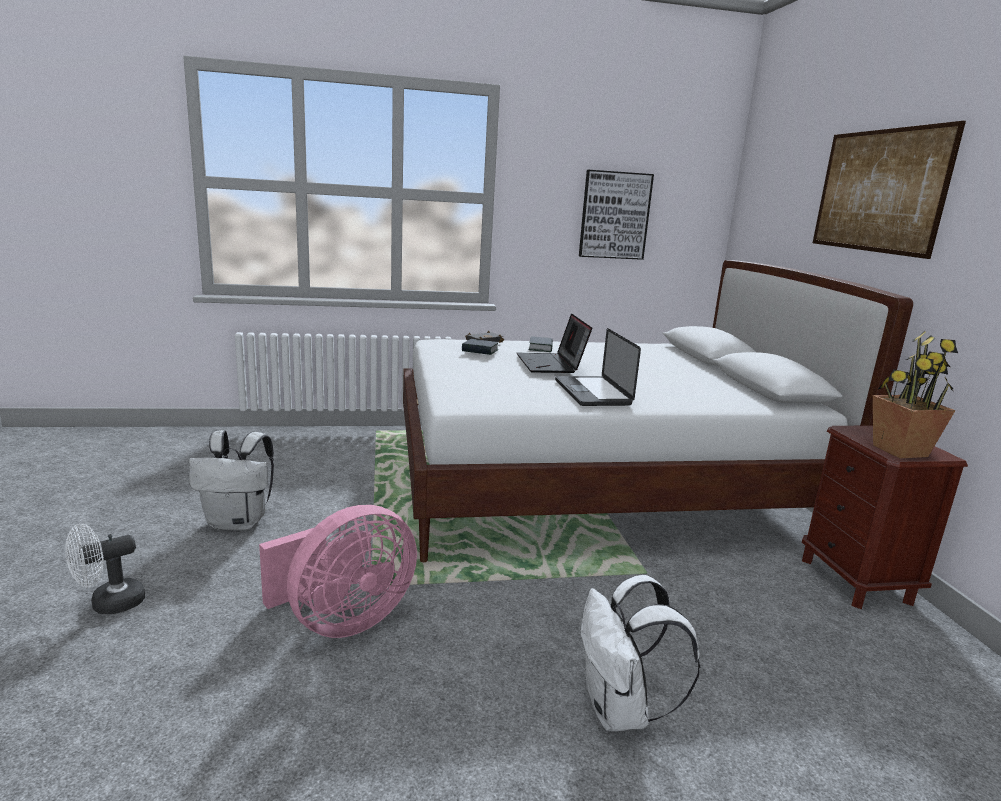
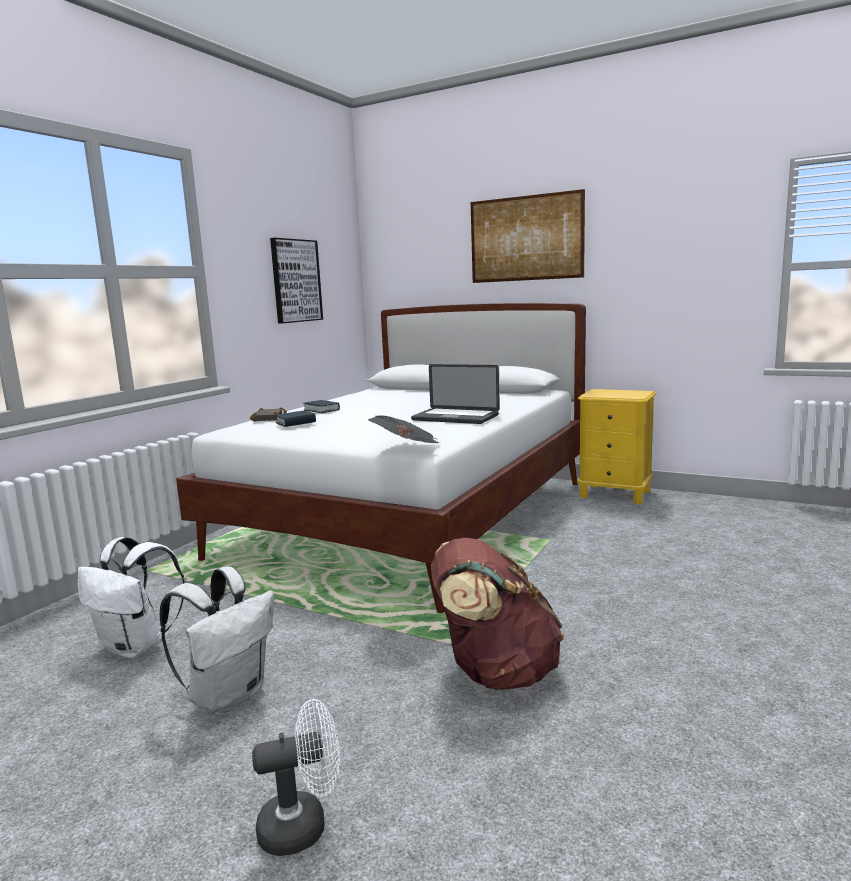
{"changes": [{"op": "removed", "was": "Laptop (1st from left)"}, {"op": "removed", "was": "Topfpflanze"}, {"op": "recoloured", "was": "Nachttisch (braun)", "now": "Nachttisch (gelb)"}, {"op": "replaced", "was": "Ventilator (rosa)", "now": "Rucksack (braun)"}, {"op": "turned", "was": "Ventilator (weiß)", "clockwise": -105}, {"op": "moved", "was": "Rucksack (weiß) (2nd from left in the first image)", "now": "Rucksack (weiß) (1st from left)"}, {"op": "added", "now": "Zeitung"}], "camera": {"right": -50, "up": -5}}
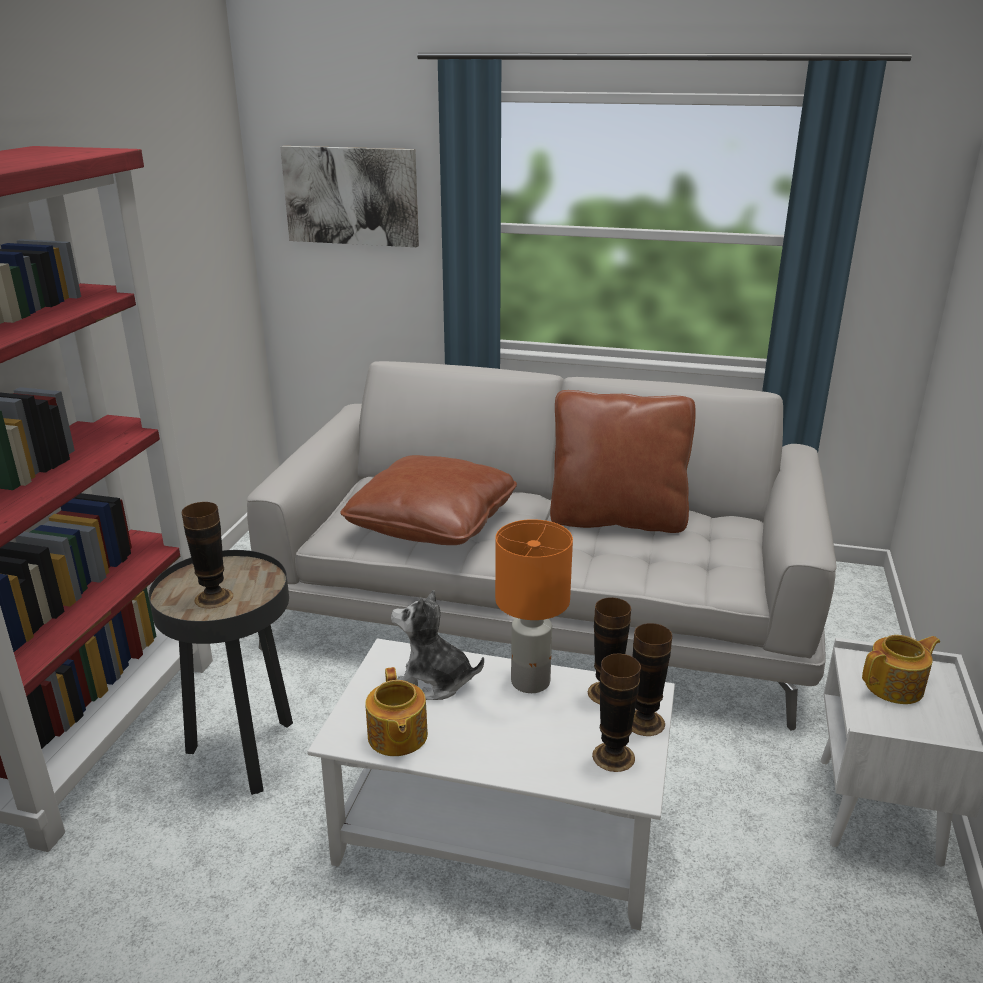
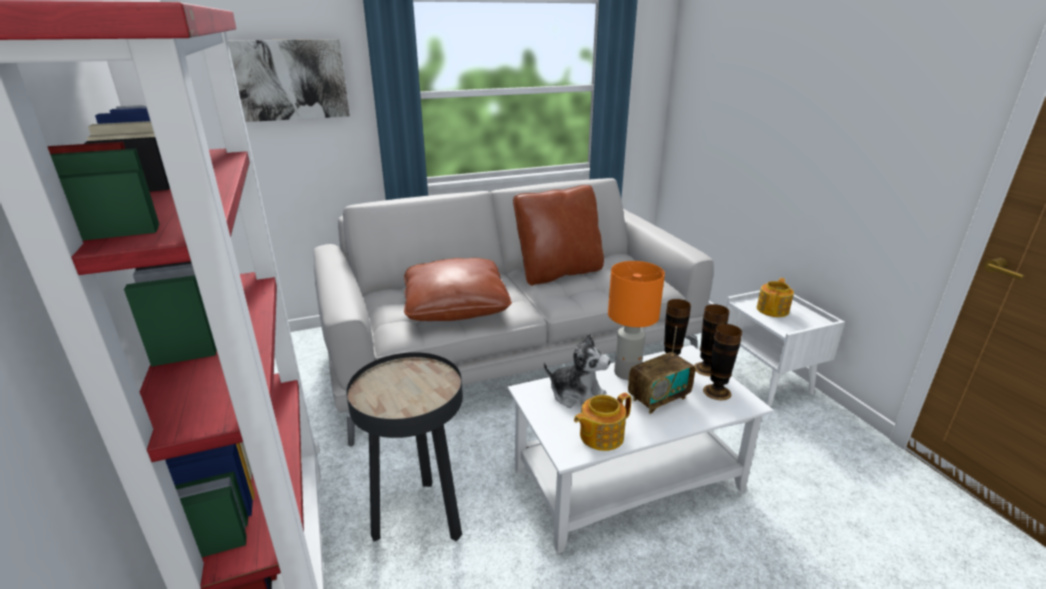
{"changes": [{"op": "removed", "was": "Vase (1st from left)"}, {"op": "turned", "was": "Plüschtier", "clockwise": -135}, {"op": "turned", "was": "Teekanne (1st from left)", "clockwise": 105}, {"op": "added", "now": "Radio"}], "camera": {"right": -35, "up": 0}}
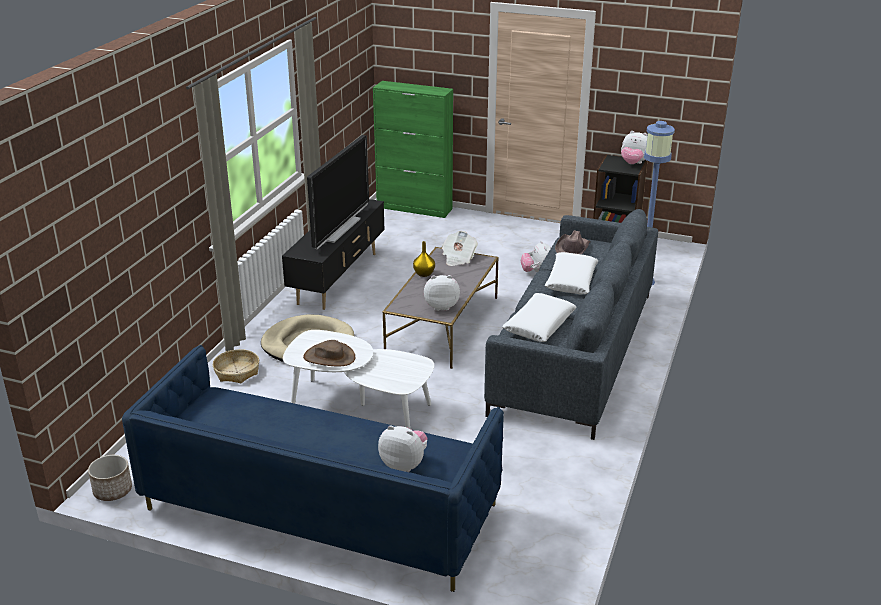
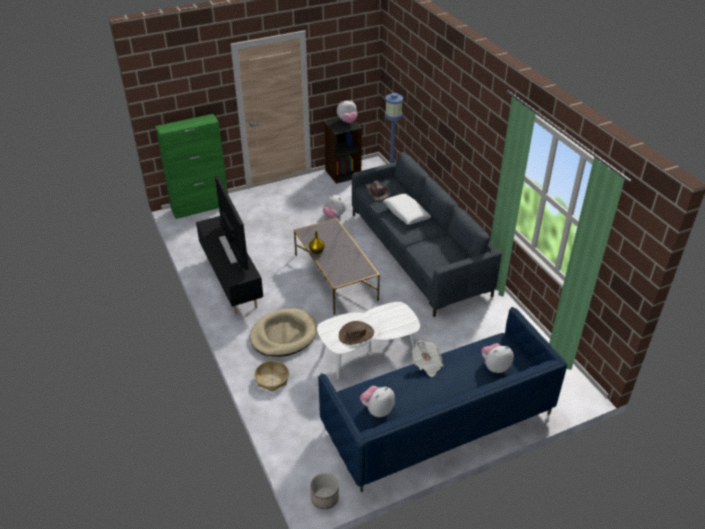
{"changes": [{"op": "moved", "was": "Zeitung"}, {"op": "moved", "was": "Plüschtier (2nd from left in the first image)", "now": "Plüschtier (3rd from left)"}, {"op": "removed", "was": "Kissen (weiß) (1st from left)"}], "camera": {"right": -45, "up": 10}}
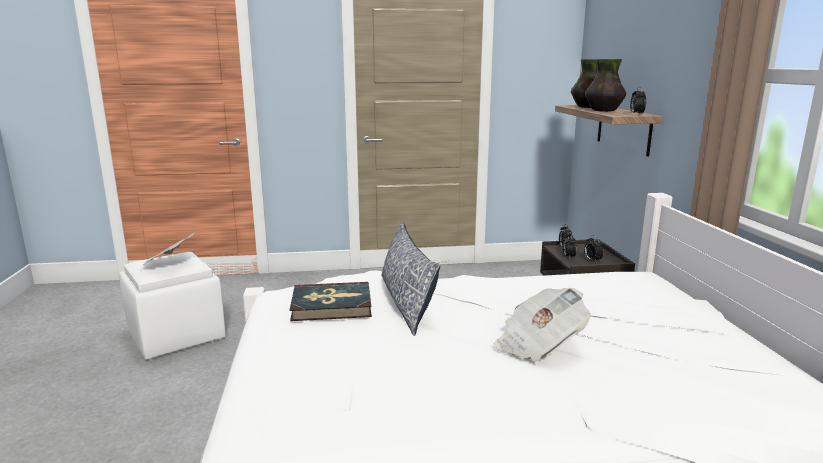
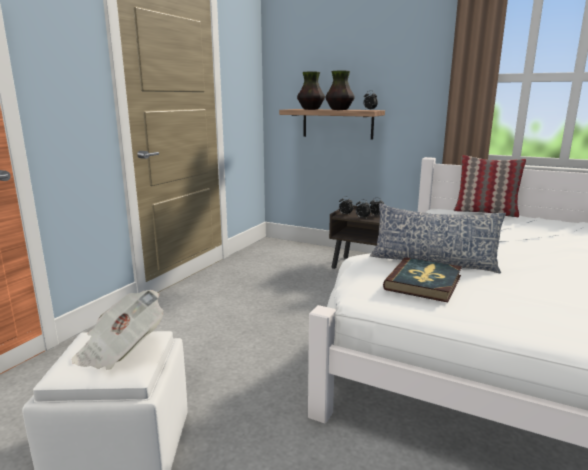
{"changes": [{"op": "removed", "was": "Zeitung (2nd from left)"}, {"op": "added", "now": "Kissen (2nd from left)"}], "camera": {"right": -55, "up": 0}}
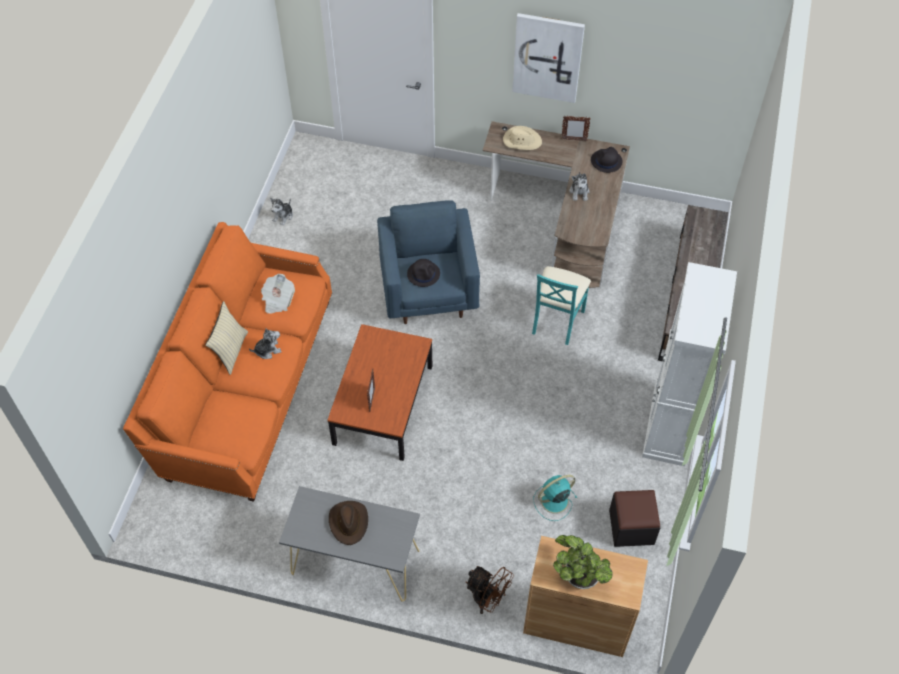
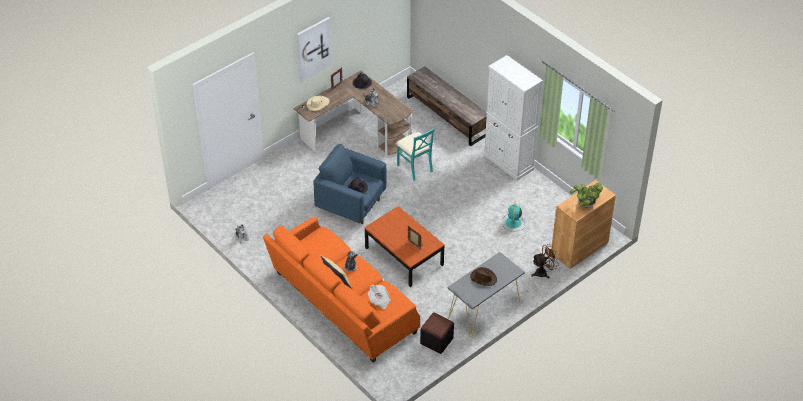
{"changes": [{"op": "moved", "was": "Zeitung"}, {"op": "moved", "was": "Polsterhocker (schwarz)"}], "camera": {"right": -55, "up": -10}}
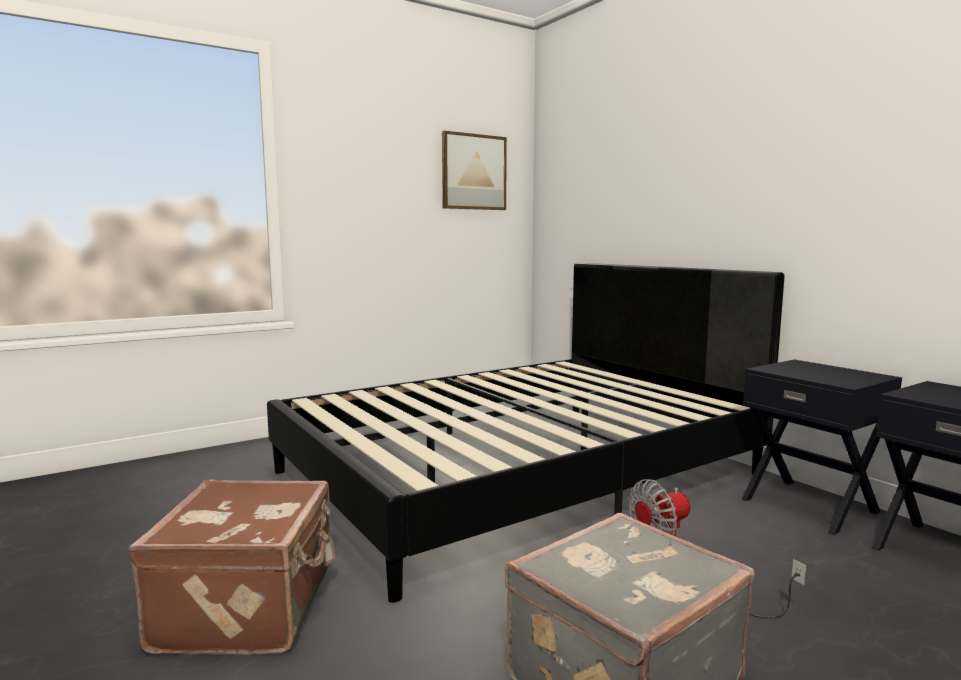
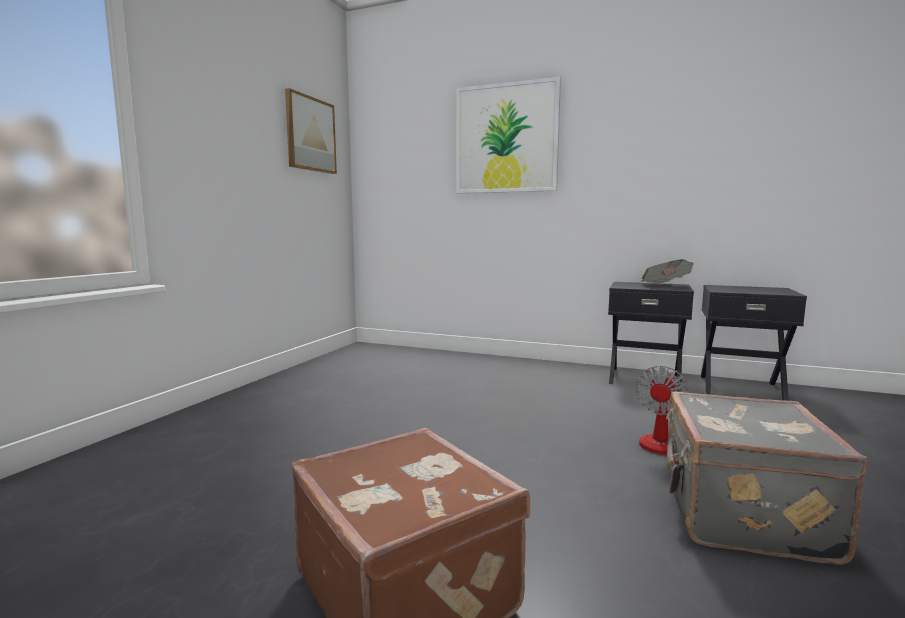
{"changes": [{"op": "removed", "was": "Bett (schwarz)"}, {"op": "added", "now": "Bild (2nd from left)"}, {"op": "added", "now": "Zeitung"}], "camera": {"right": -35, "up": 0}}
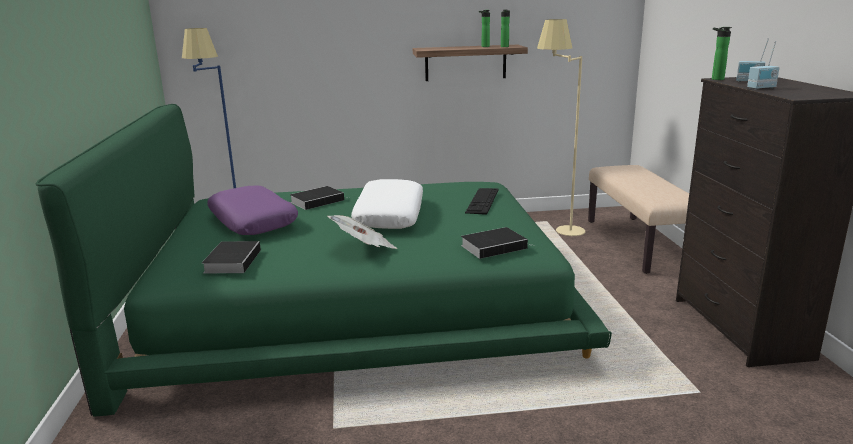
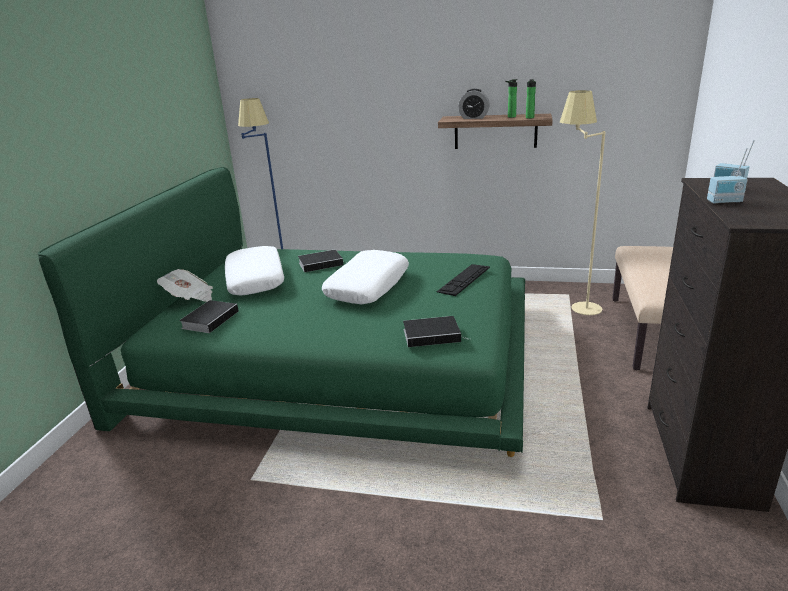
{"changes": [{"op": "removed", "was": "Flasche (3rd from left)"}, {"op": "recoloured", "was": "Kissen (lila)", "now": "Kissen (weiß) (1st from left)"}, {"op": "moved", "was": "Zeitung"}, {"op": "added", "now": "Wecker"}], "camera": {"right": 20, "up": 5}}
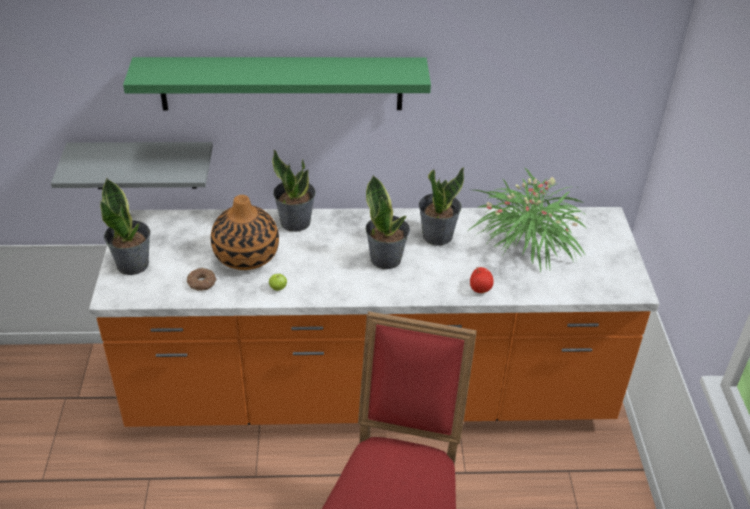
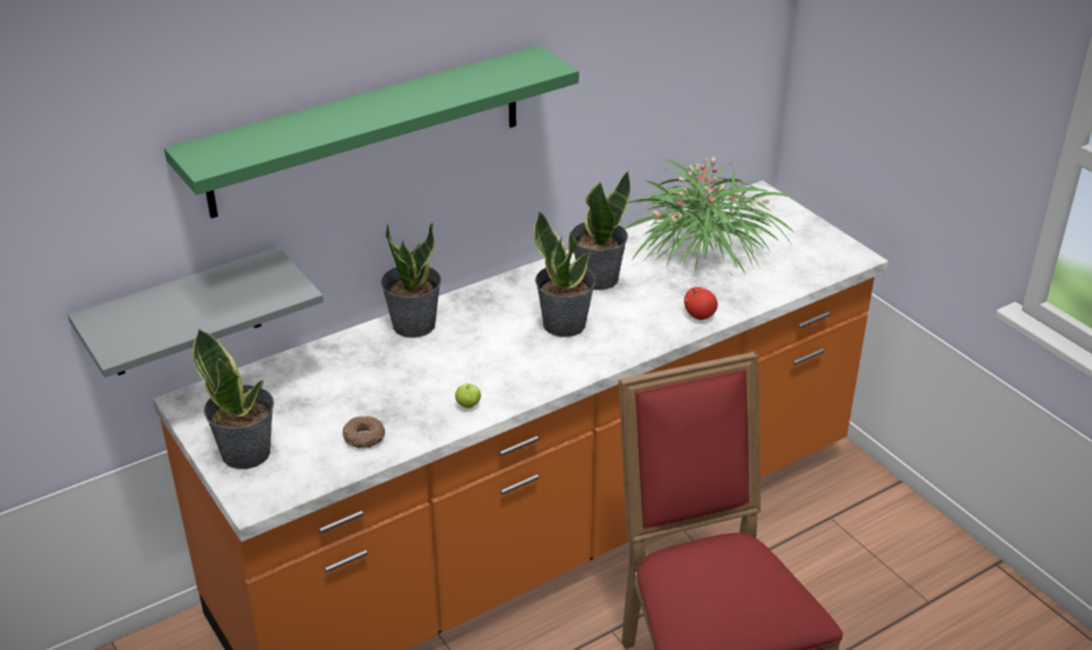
{"changes": [{"op": "removed", "was": "Vase"}], "camera": {"right": -30, "up": -5}}
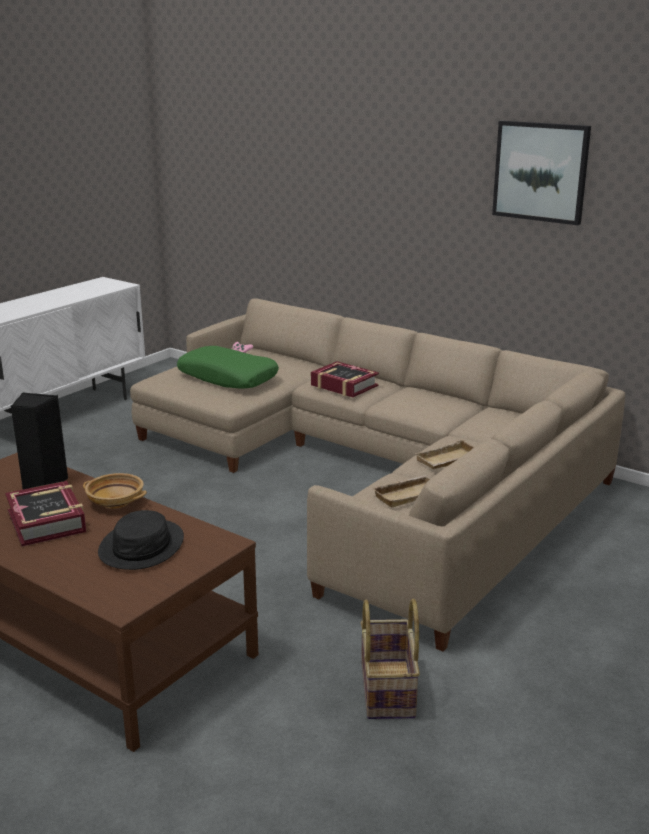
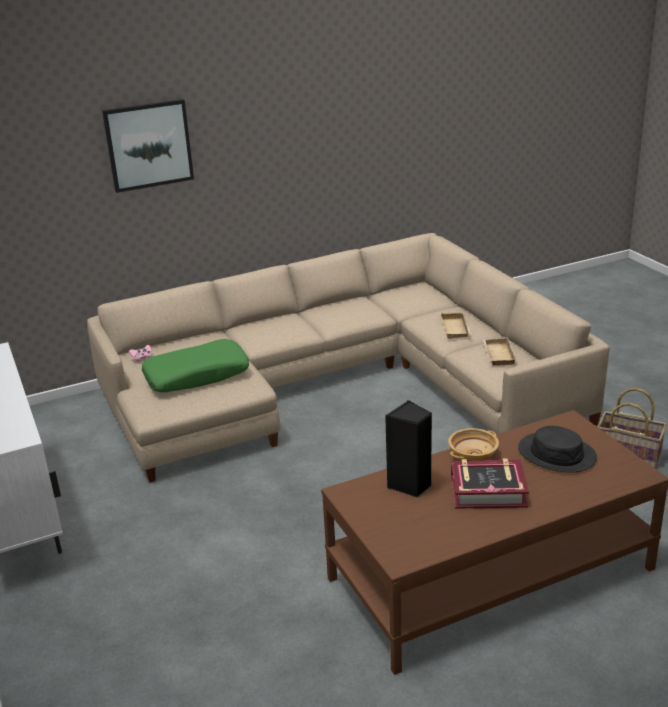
{"changes": [{"op": "moved", "was": "Bild"}, {"op": "removed", "was": "Buch (2nd from left)"}], "camera": {"right": -60, "up": 5}}
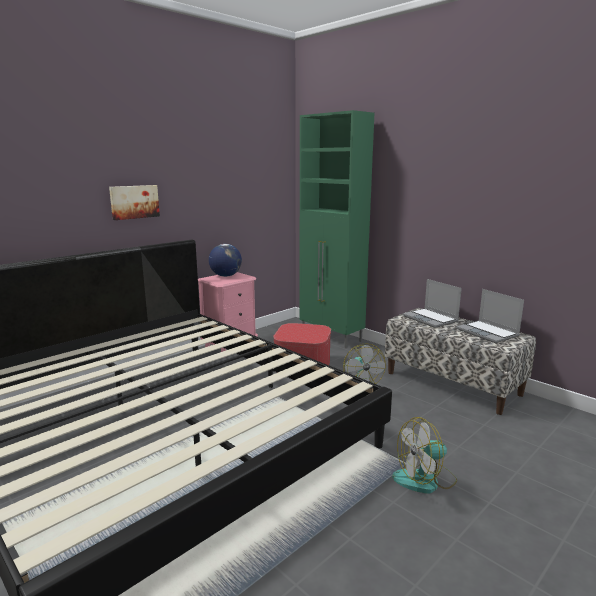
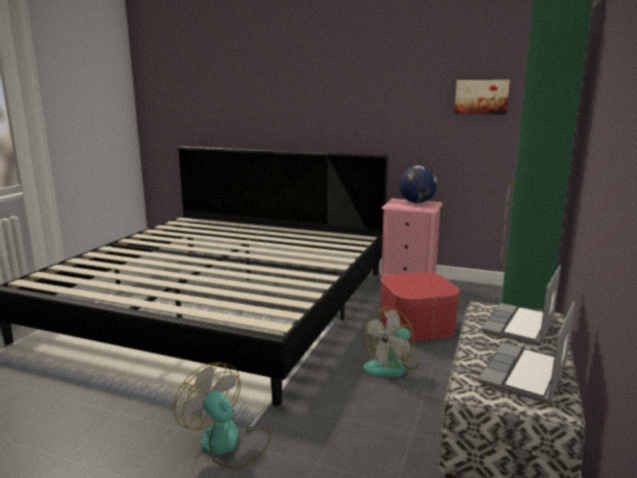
{"changes": [{"op": "moved", "was": "Bild"}], "camera": {"right": 65, "up": 0}}
